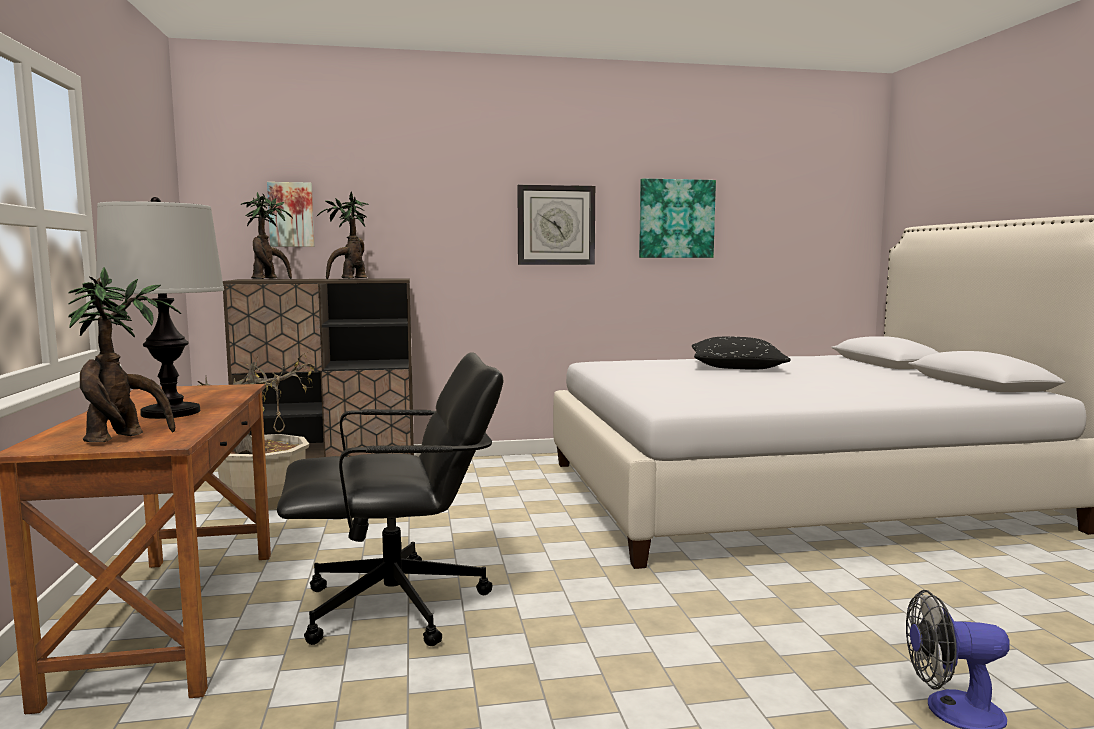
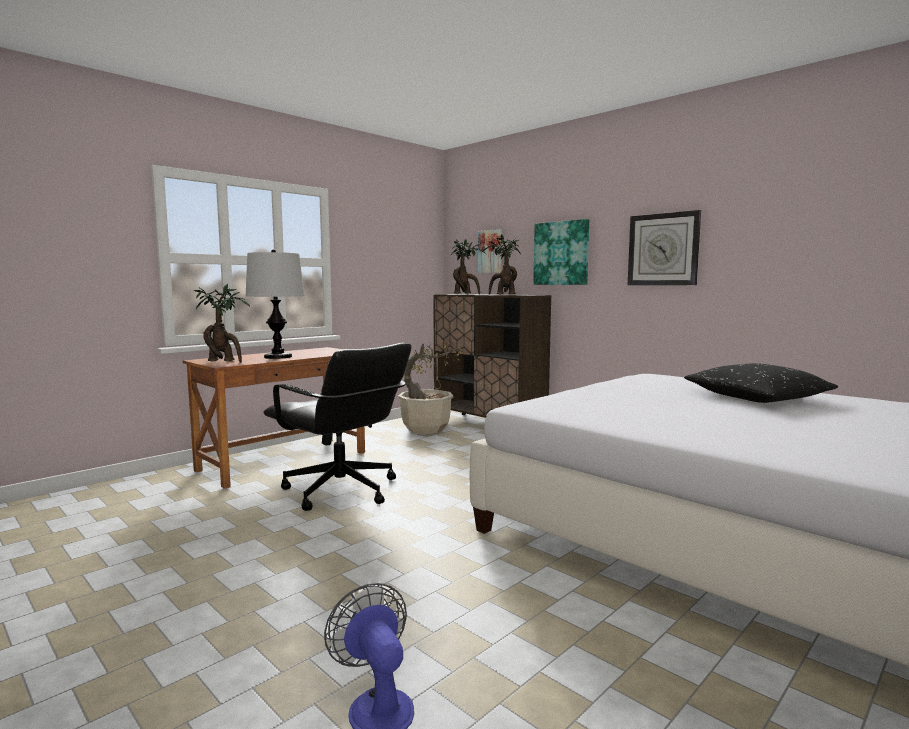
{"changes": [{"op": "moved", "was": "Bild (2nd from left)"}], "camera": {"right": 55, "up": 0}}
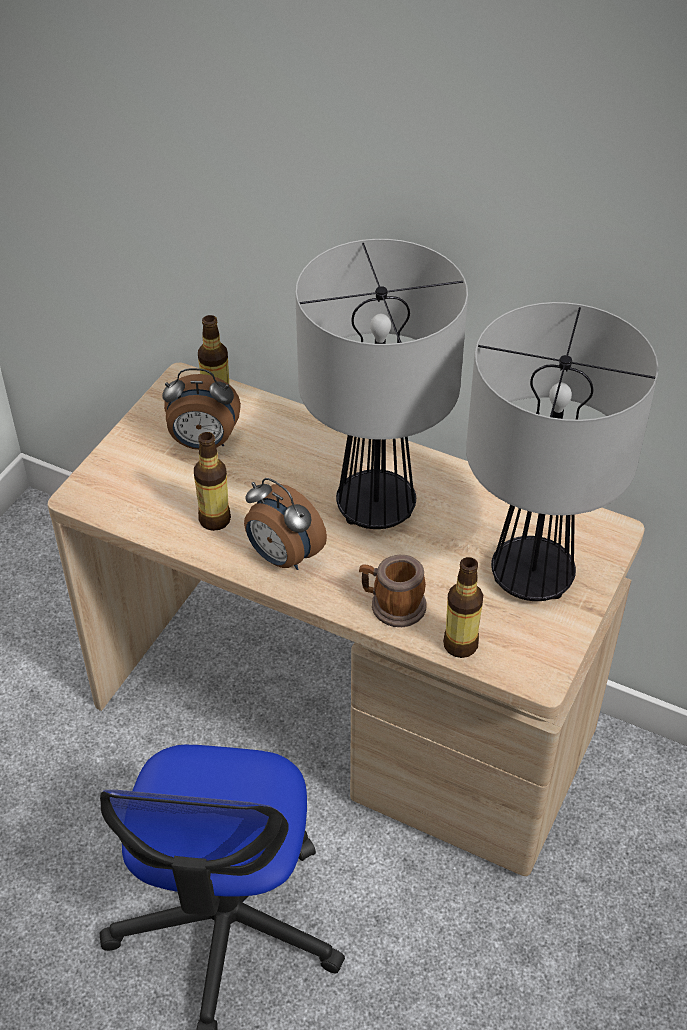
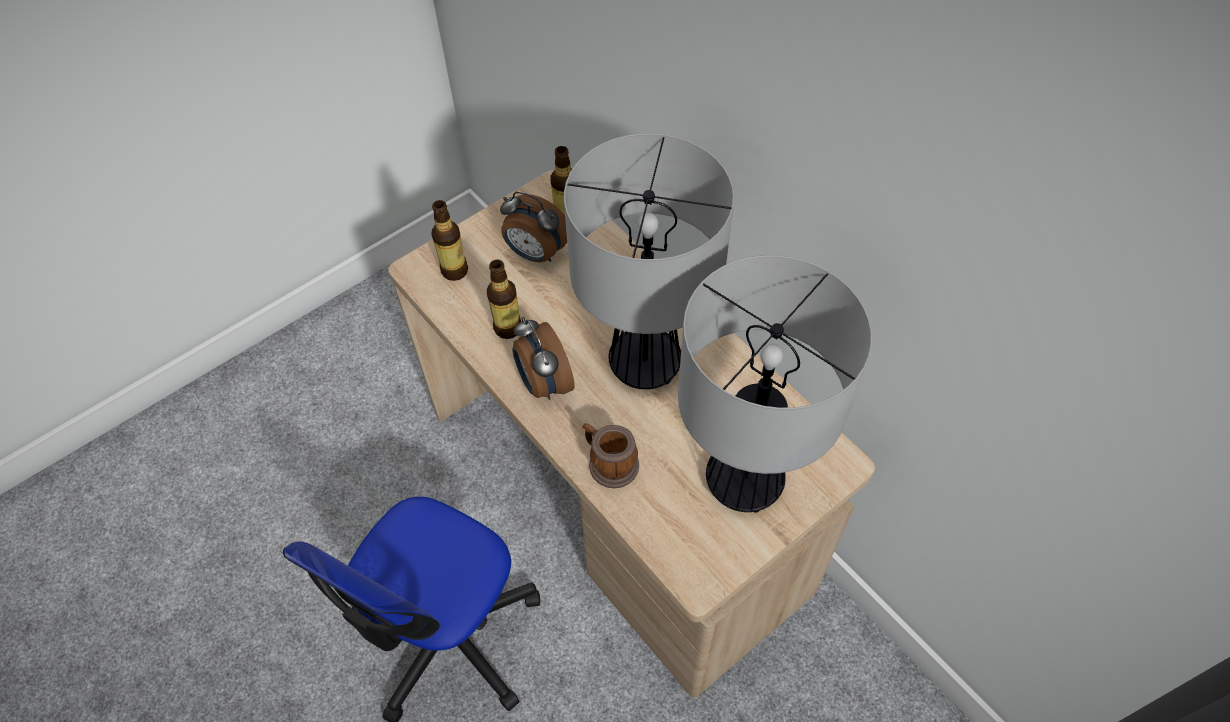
{"changes": [{"op": "moved", "was": "Flasche (3rd from left in the first image)", "now": "Flasche (1st from left)"}], "camera": {"right": 25, "up": 10}}
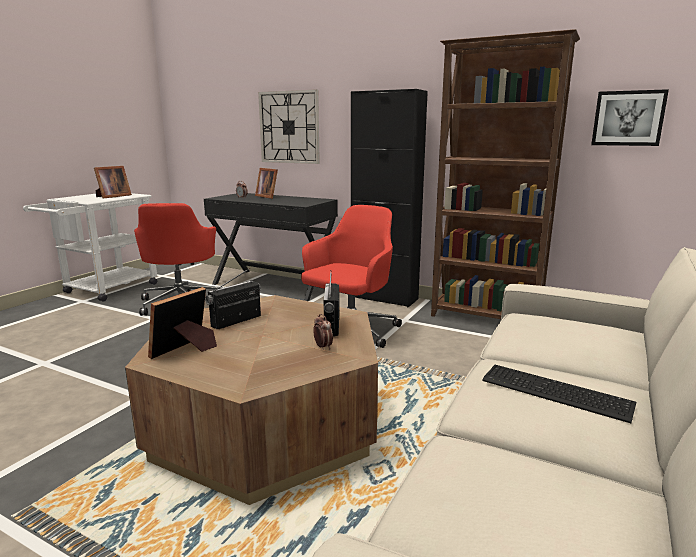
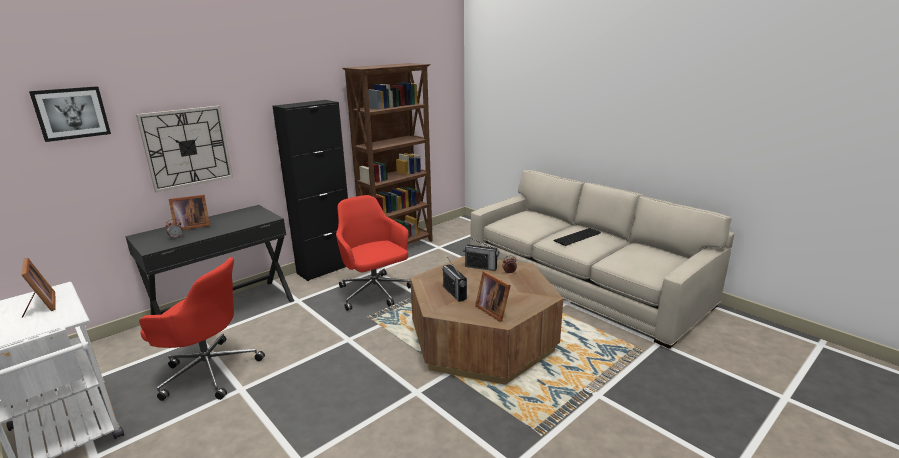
{"changes": [{"op": "moved", "was": "Bild"}], "camera": {"right": -70, "up": 5}}
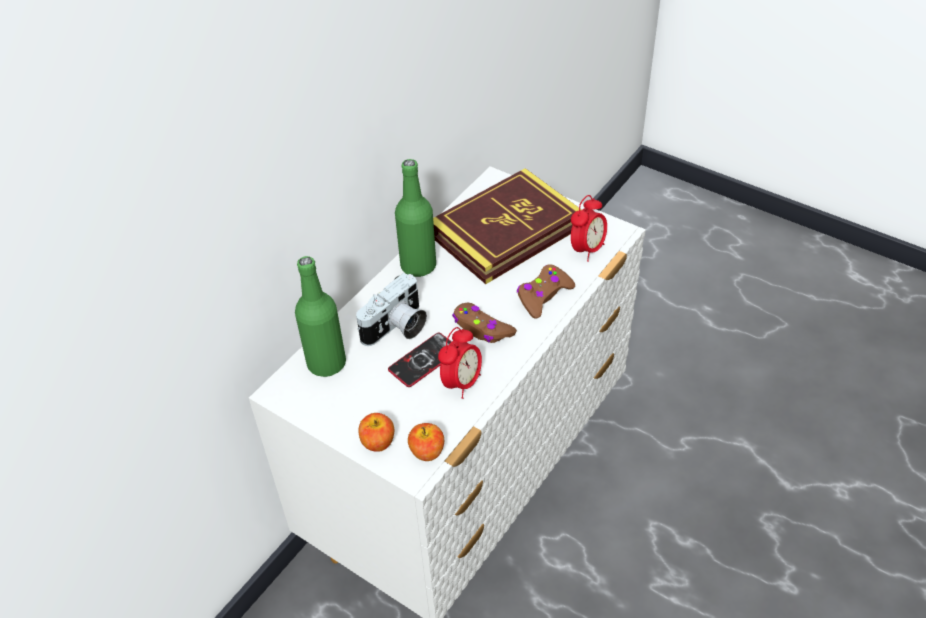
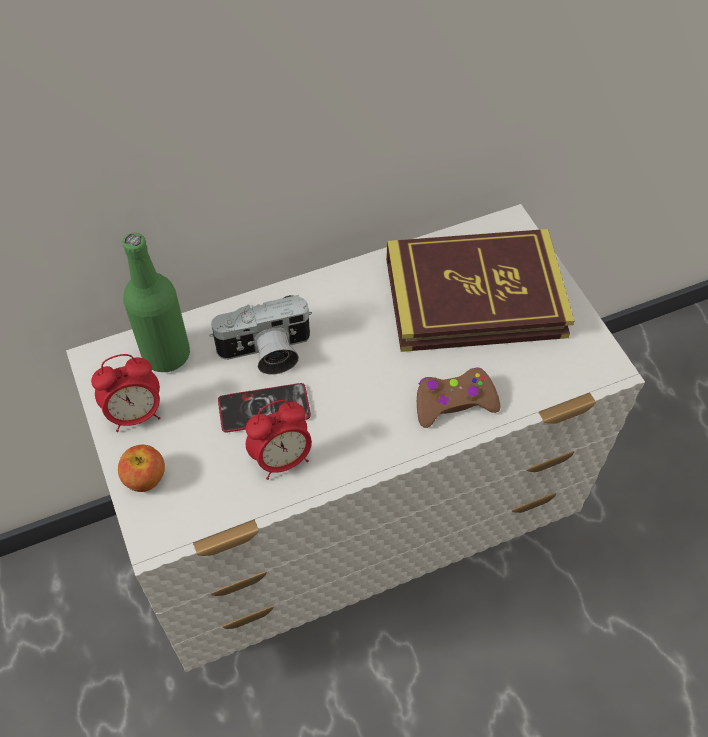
{"changes": [{"op": "removed", "was": "Flasche (grün) (2nd from left)"}, {"op": "moved", "was": "Wecker (2nd from left in the first image)", "now": "Wecker (1st from left)"}, {"op": "removed", "was": "Gamepad (braun) (1st from left)"}, {"op": "removed", "was": "Apfel (2nd from left)"}], "camera": {"right": 30, "up": 10}}
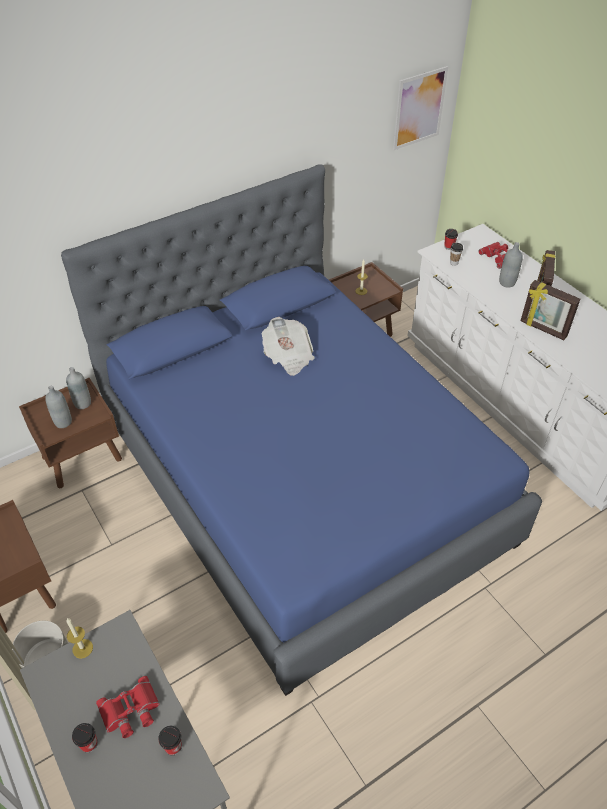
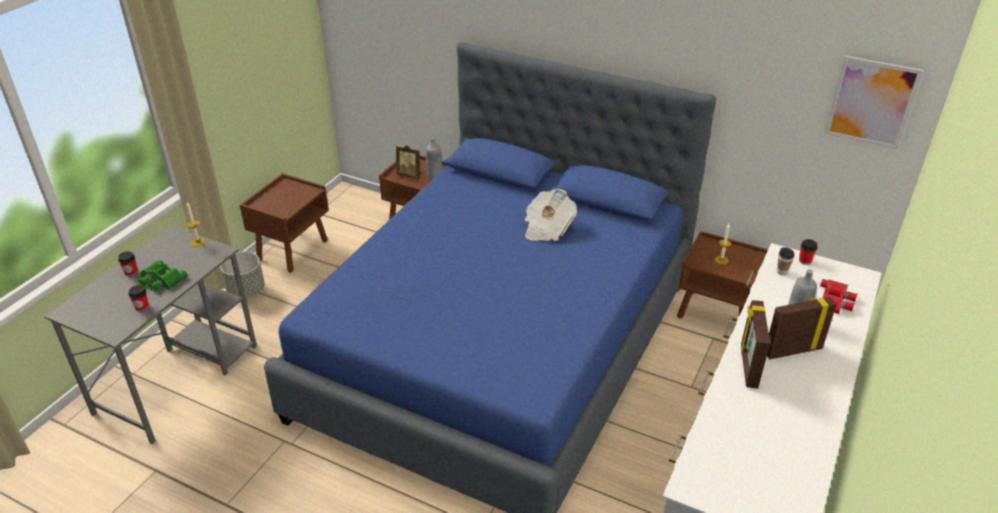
{"changes": [{"op": "replaced", "was": "Flasche (grau) (1st from left)", "now": "Bilderrahmen (1st from left)"}, {"op": "recoloured", "was": "Fernglas (rot) (1st from left)", "now": "Fernglas (grün)"}], "camera": {"right": 60, "up": -10}}
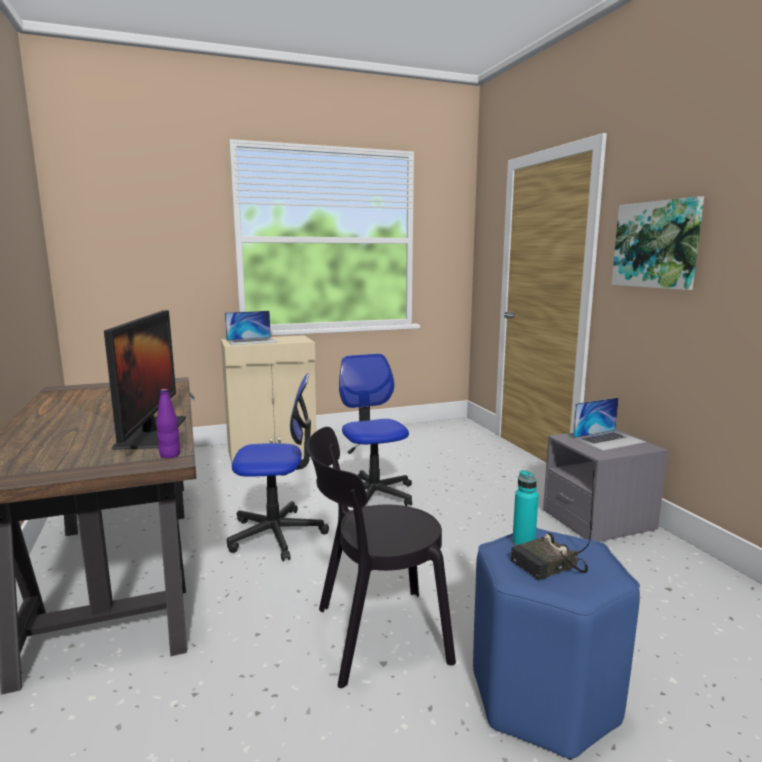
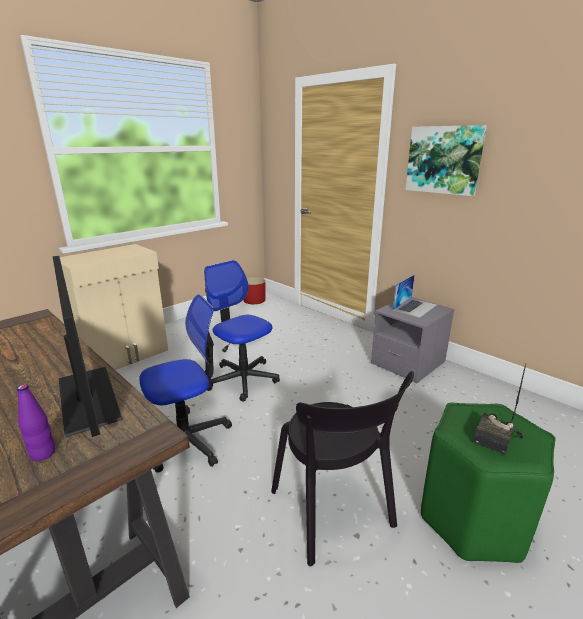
{"changes": [{"op": "removed", "was": "Laptop (1st from left)"}, {"op": "moved", "was": "Flasche (lila)"}, {"op": "turned", "was": "Stuhl (schwarz)", "clockwise": -75}, {"op": "removed", "was": "Flasche (türkis)"}, {"op": "recoloured", "was": "Hocker (blau)", "now": "Hocker (grün)"}, {"op": "added", "now": "Pflanzkübel (rot)"}], "camera": {"right": -25, "up": 10}}
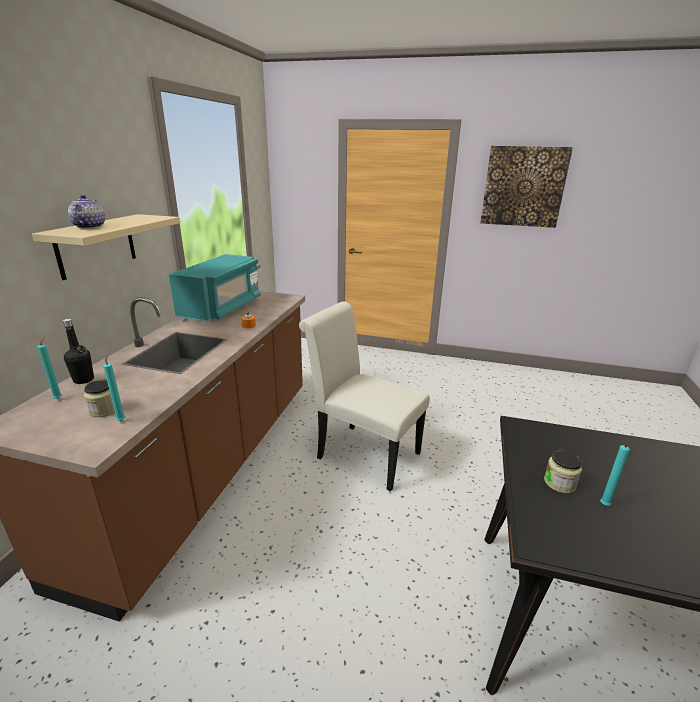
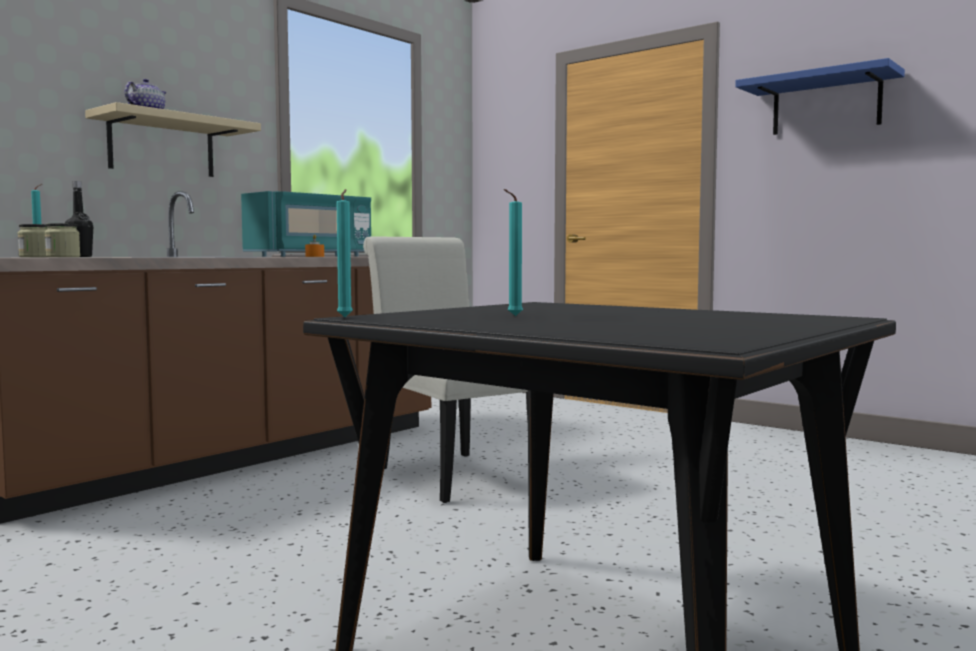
{"changes": [{"op": "replaced", "was": "Bild", "now": "Wandregal (blau)"}, {"op": "moved", "was": "Kerze (türkis) (2nd from left)"}, {"op": "moved", "was": "Vorratsglas (2nd from left in the first image)", "now": "Vorratsglas (1st from left)"}], "camera": {"right": 25, "up": -20}}
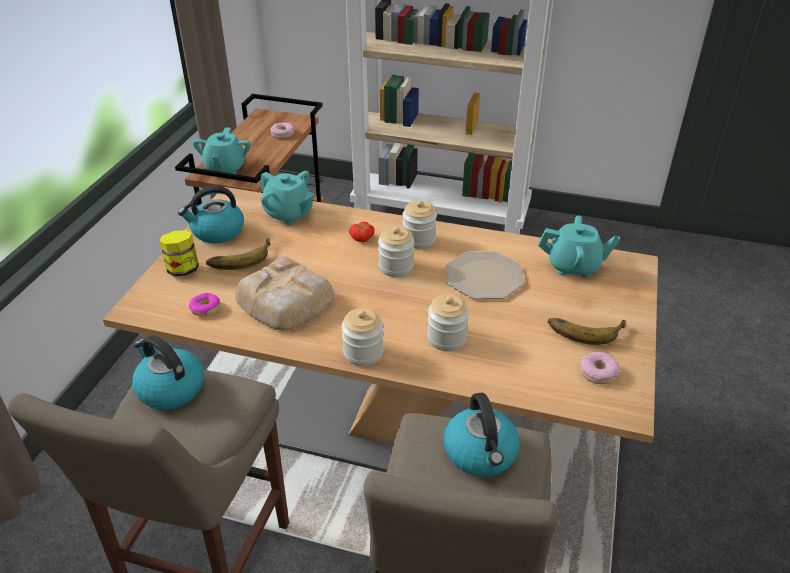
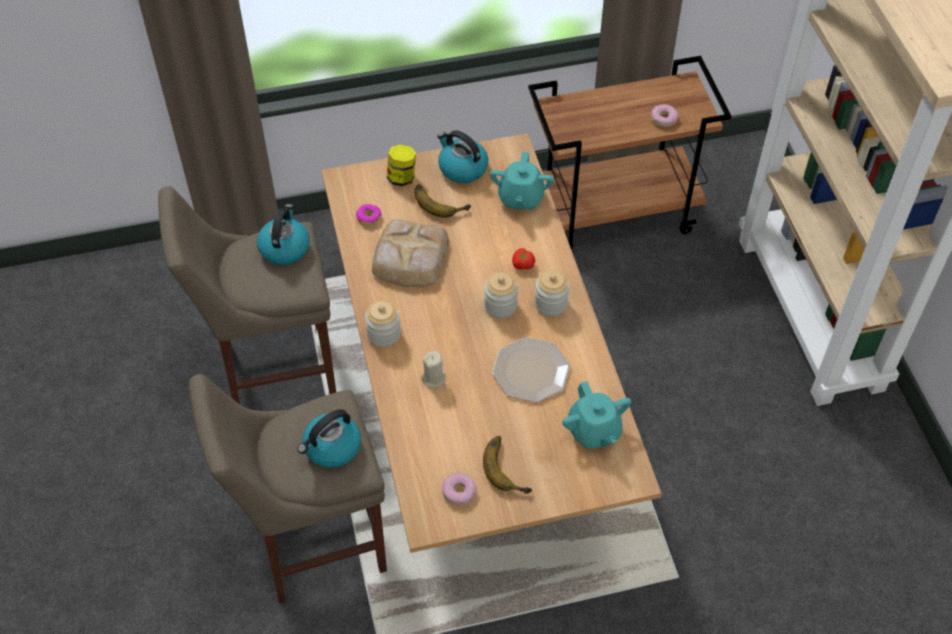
{"changes": [{"op": "removed", "was": "Teekanne (türkis) (1st from left)"}, {"op": "replaced", "was": "Vorratsglas (5th from left)", "now": "Kerze (beige)"}], "camera": {"right": 60, "up": 15}}
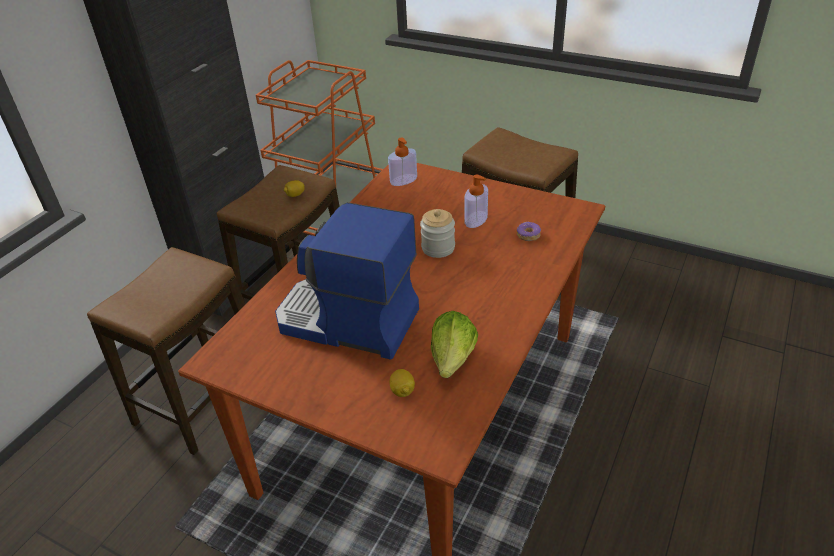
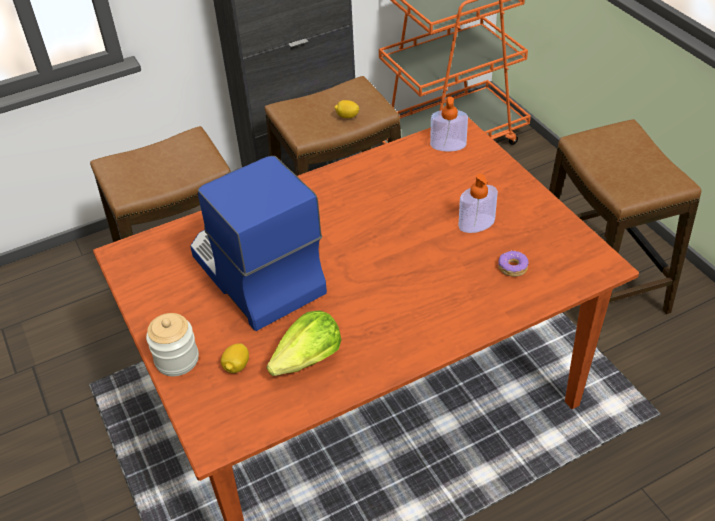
{"changes": [{"op": "moved", "was": "Vorratsglas"}], "camera": {"right": 35, "up": 5}}
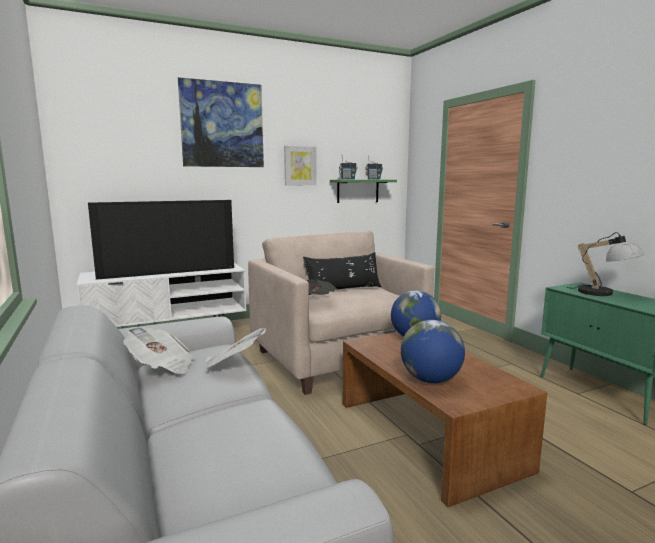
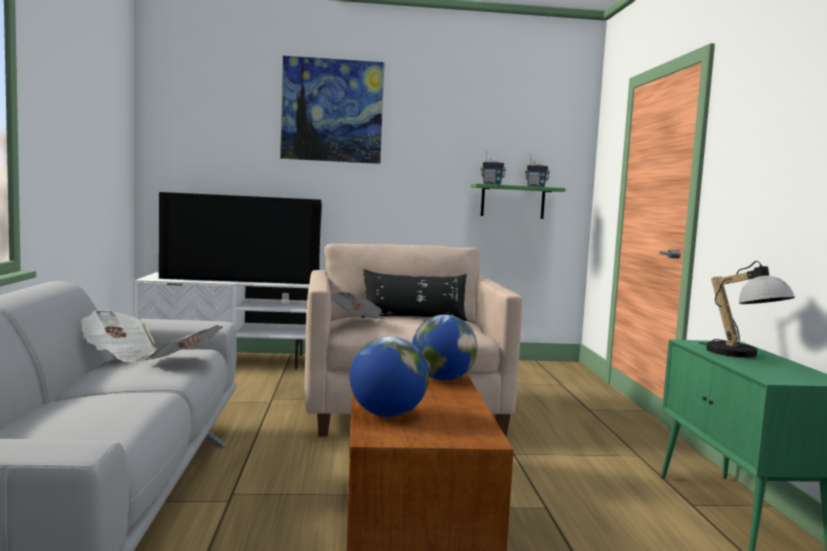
{"changes": [{"op": "removed", "was": "Bild (2nd from left)"}], "camera": {"right": 20, "up": -5}}
